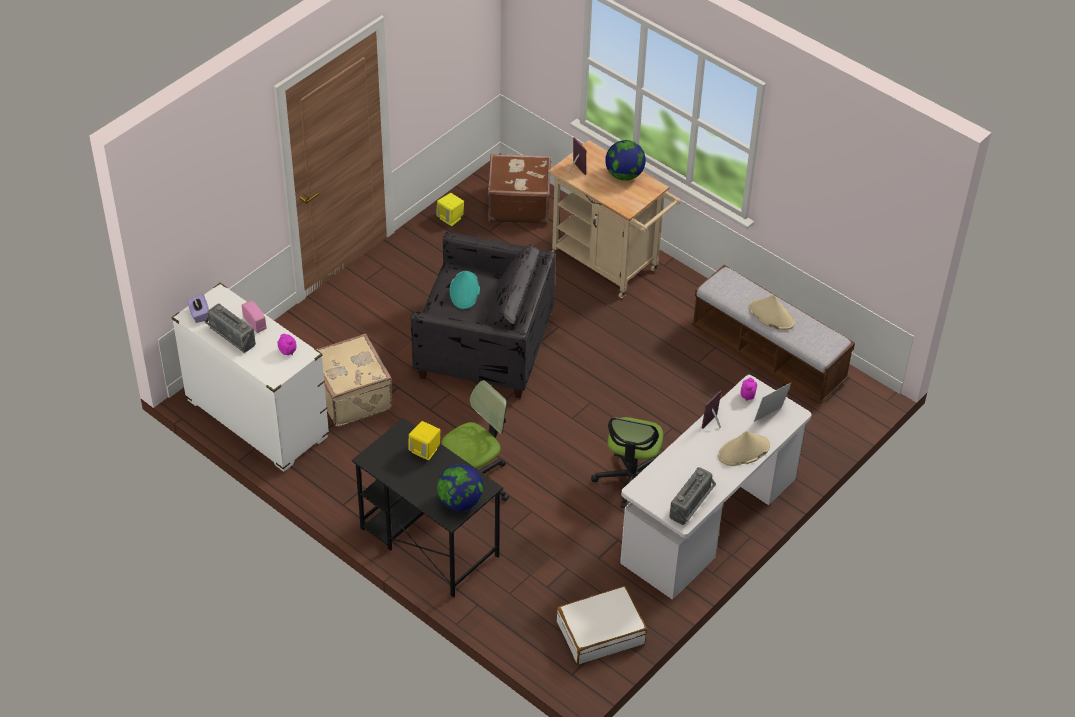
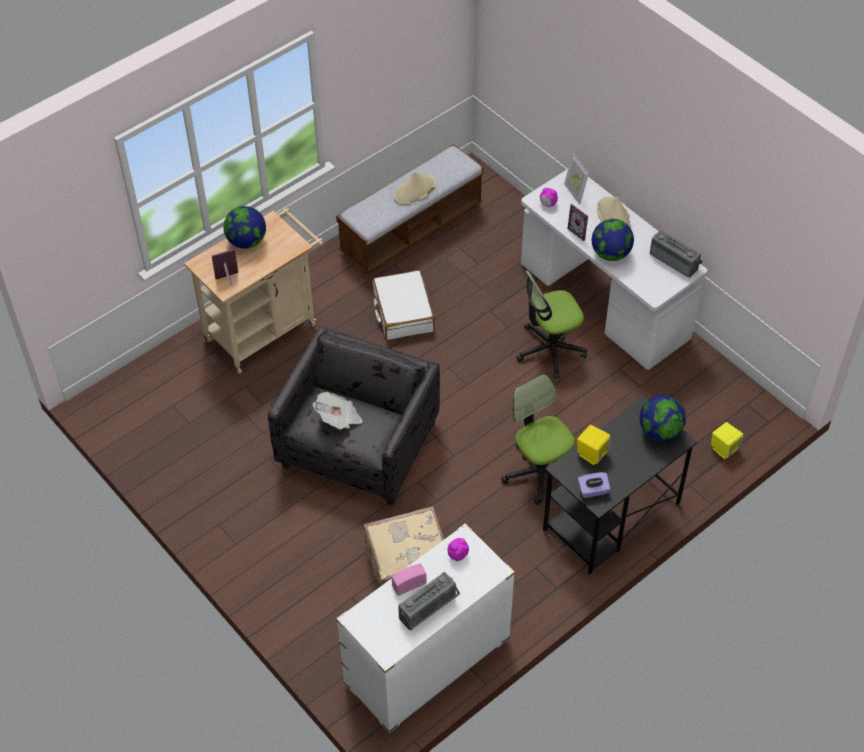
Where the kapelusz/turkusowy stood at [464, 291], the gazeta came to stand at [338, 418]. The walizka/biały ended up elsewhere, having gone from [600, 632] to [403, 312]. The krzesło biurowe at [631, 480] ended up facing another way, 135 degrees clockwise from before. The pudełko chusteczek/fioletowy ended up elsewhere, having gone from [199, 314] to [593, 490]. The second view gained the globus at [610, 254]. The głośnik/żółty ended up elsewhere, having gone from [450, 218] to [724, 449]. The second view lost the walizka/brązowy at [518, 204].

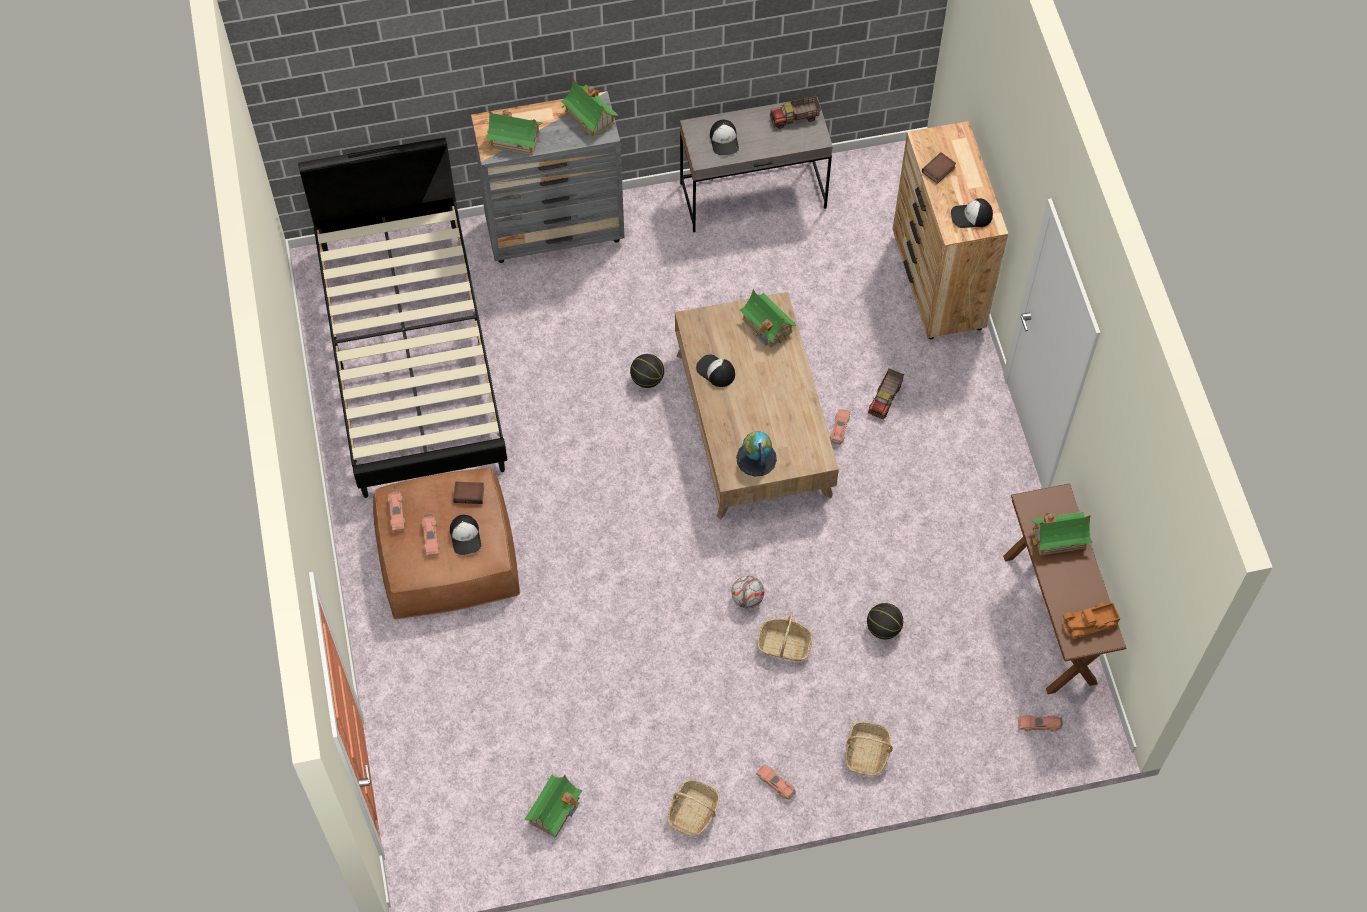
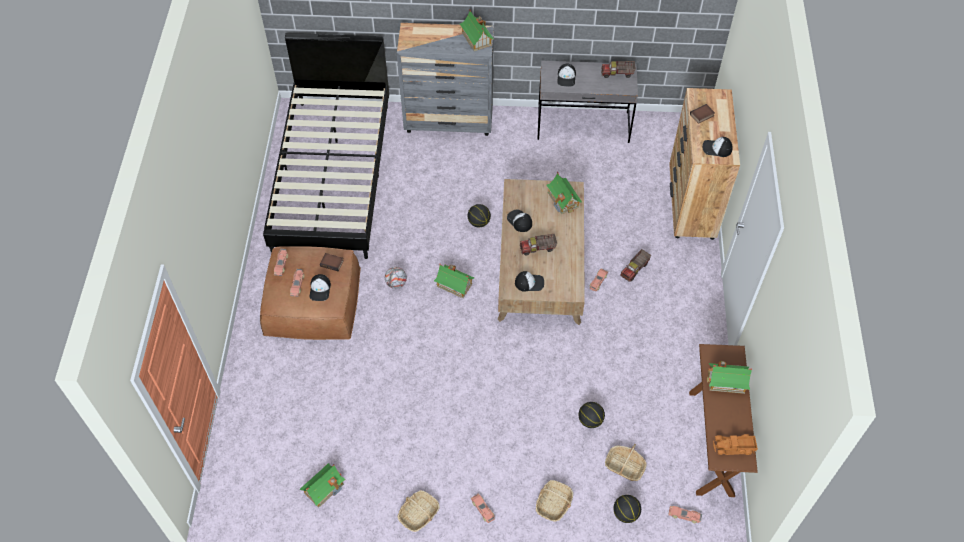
The piłka futbolowa ended up elsewhere, having gone from [747, 599] to [396, 283]. The domek ended up elsewhere, having gone from [514, 140] to [454, 284]. Where the globus stood at [756, 458], the czapka z daszkiem came to stand at [529, 282]. The second view gained the ciężarówka zabawkowa at [538, 248]. The koszyk ended up elsewhere, having gone from [784, 645] to [624, 466]. The second view gained the piłka do koszykówki at [625, 514].

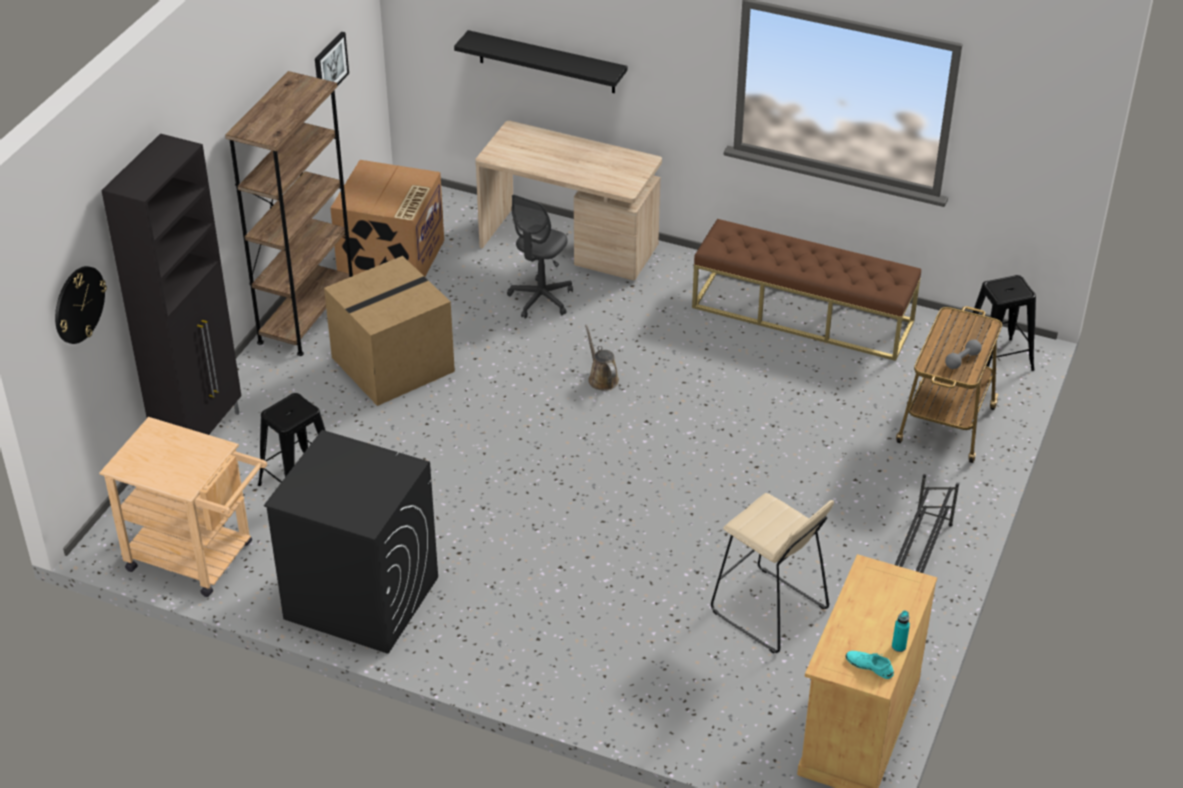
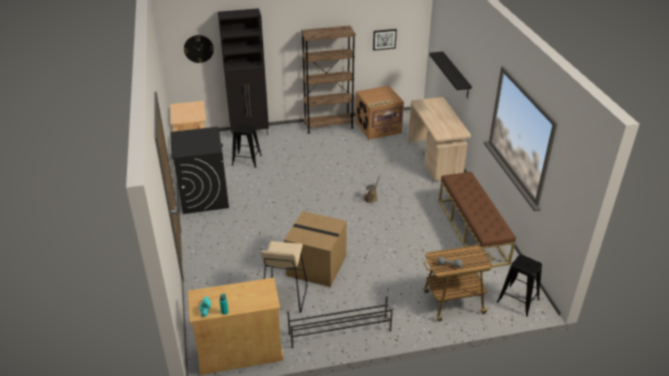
The karton ended up elsewhere, having gone from [393, 363] to [317, 265]. The second view lost the krzesło biurowe/szary at [541, 300].

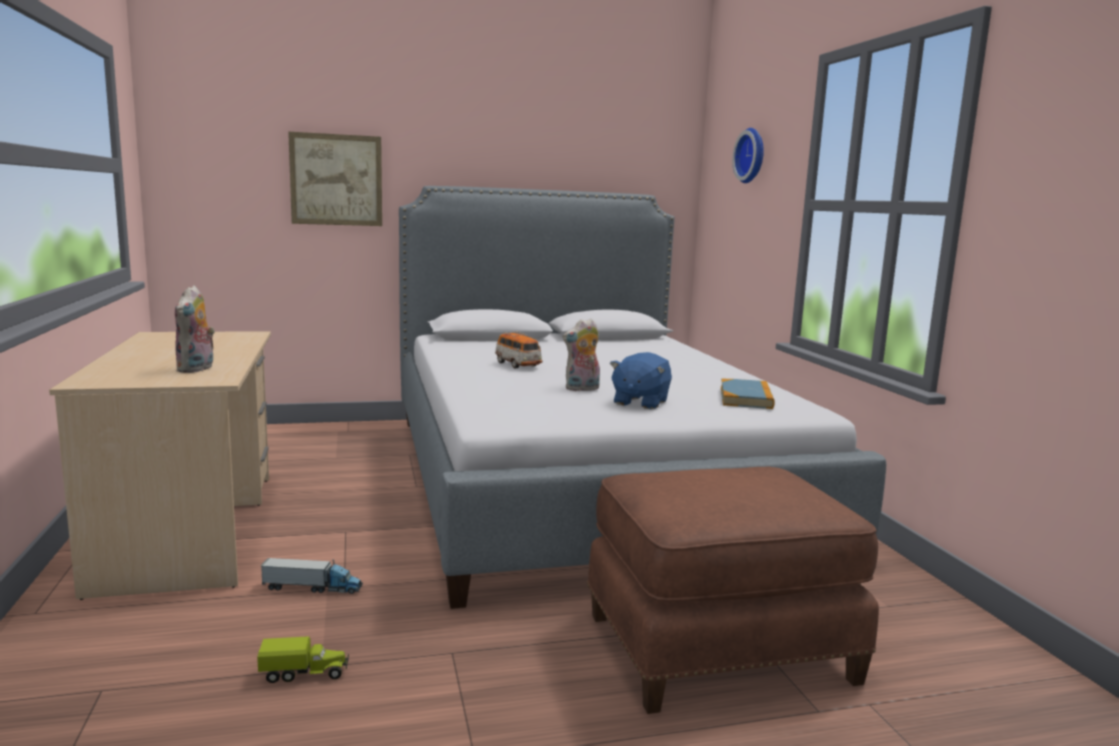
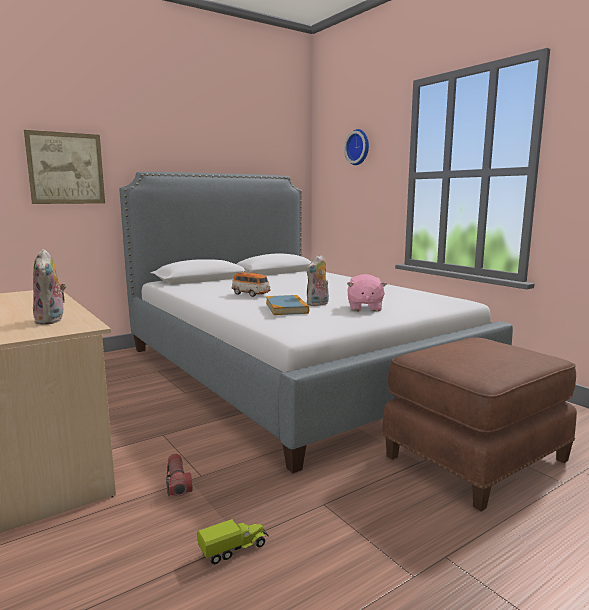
Where the ciężarówka zabawkowa stood at [312, 588], the latarka came to stand at [177, 482]. The książka ended up elsewhere, having gone from [746, 397] to [286, 308]. What was the pluszak/niebieski at [640, 402] turned into the pluszak/różowy at [364, 308].

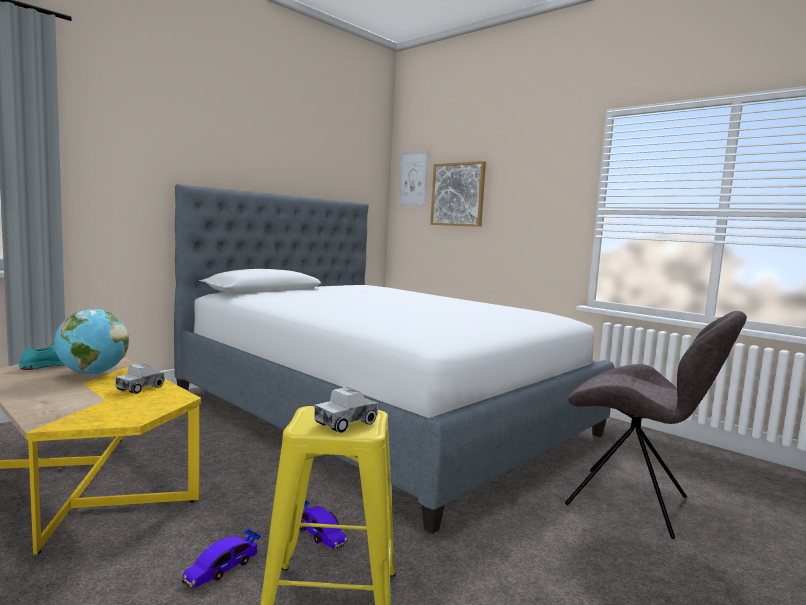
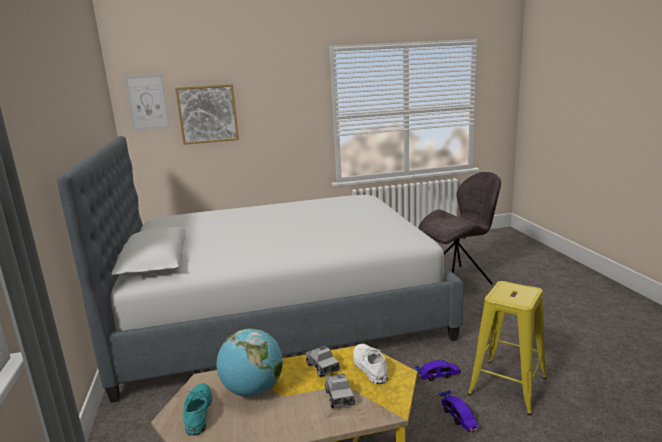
The ciężarówka zabawkowa ended up elsewhere, having gone from [346, 423] to [339, 397]. The second view gained the but/biały at [369, 366].

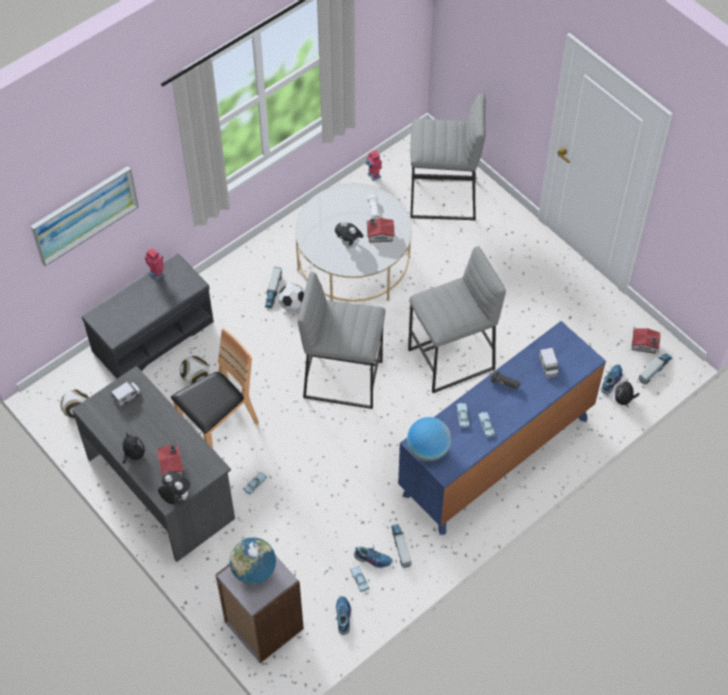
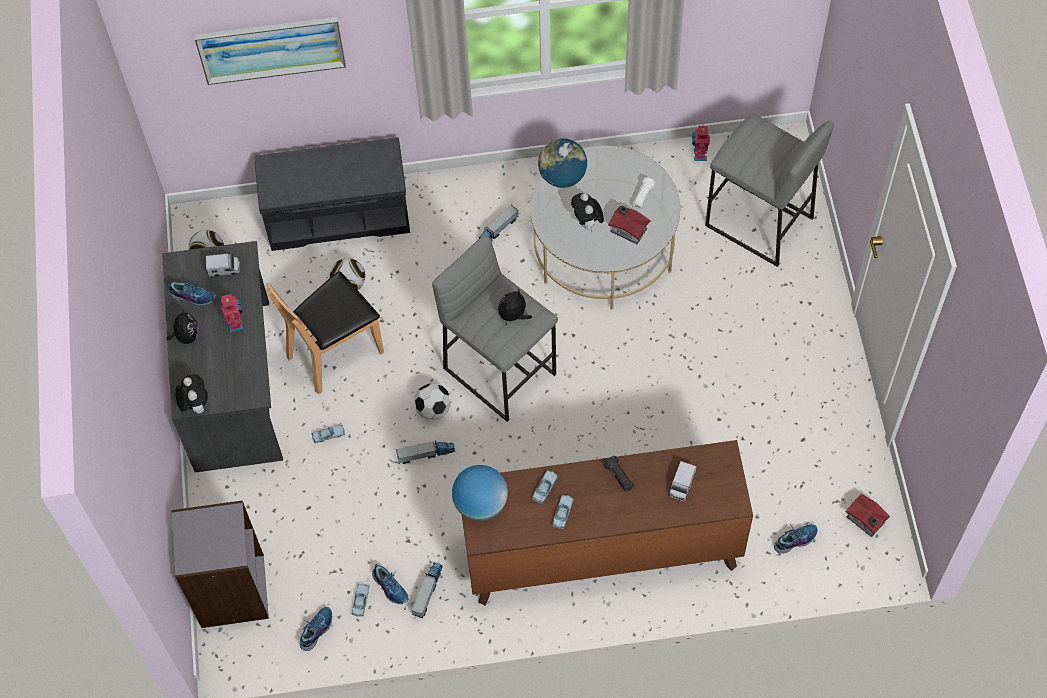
The second view gained the but at [193, 296]. The robot zabawkowy ended up elsewhere, having gone from [157, 273] to [236, 324]. The krzesło/brązowy at [219, 427] ended up facing another way, 150 degrees clockwise from before. The ciężarówka zabawkowa ended up elsewhere, having gone from [654, 370] to [426, 454]. The piłka futbolowa ended up elsewhere, having gone from [292, 305] to [433, 409]. What was the komoda/niebieski at [496, 457] turned into the komoda/brązowy at [601, 552]. The pluszak ended up elsewhere, having gone from [623, 400] to [513, 315]. The globus ended up elsewhere, having gone from [254, 570] to [562, 176]. The second view lost the domek at [172, 466]. The second view lost the stołek/szary at [451, 360].

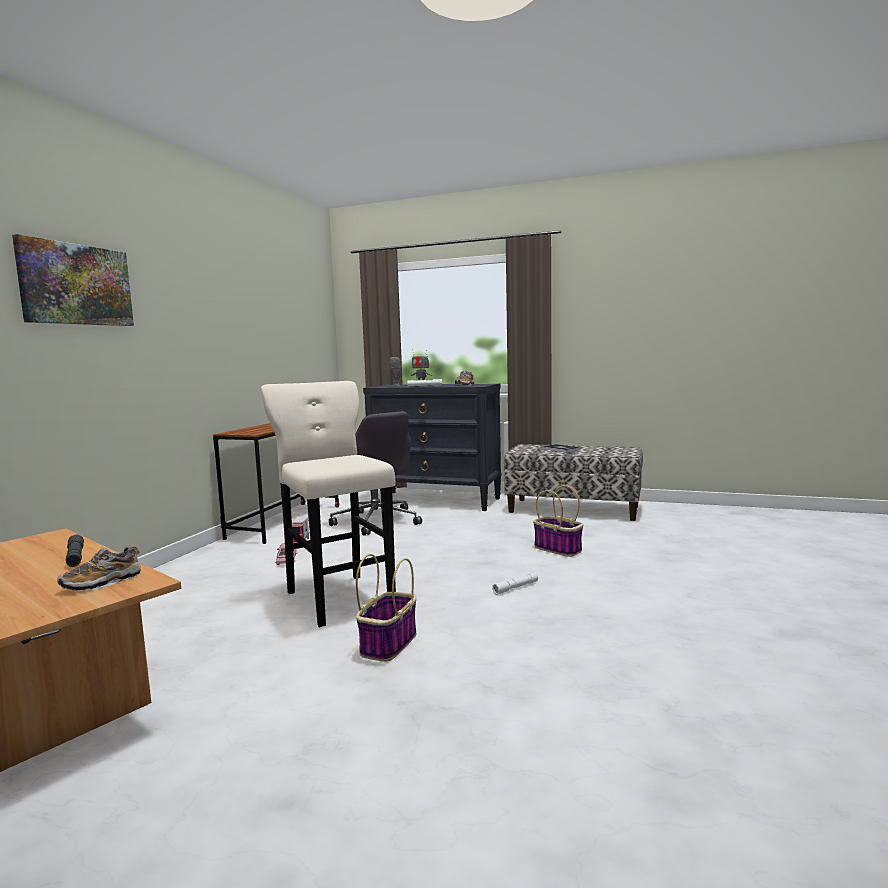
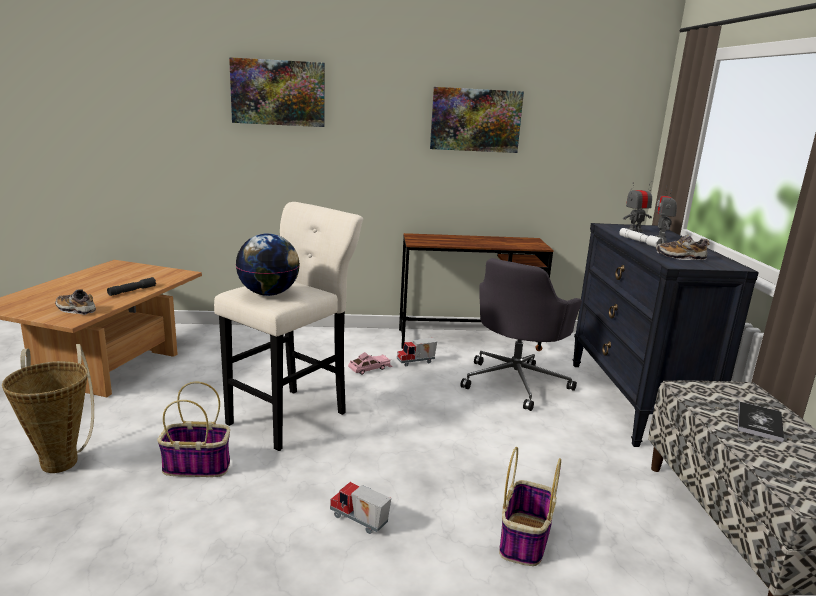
The second view gained the koszyk at [61, 459]. The second view gained the globus at [269, 294]. Where the latarka/biały stood at [515, 588], the ciężarówka zabawkowa came to stand at [358, 521]. The second view gained the obraz at [475, 120].

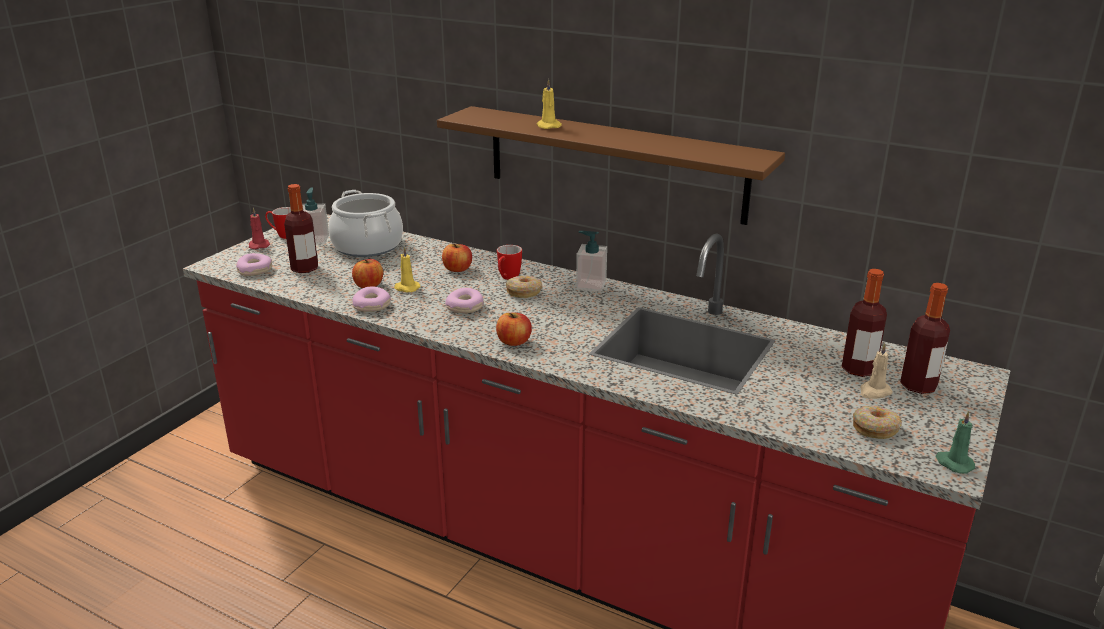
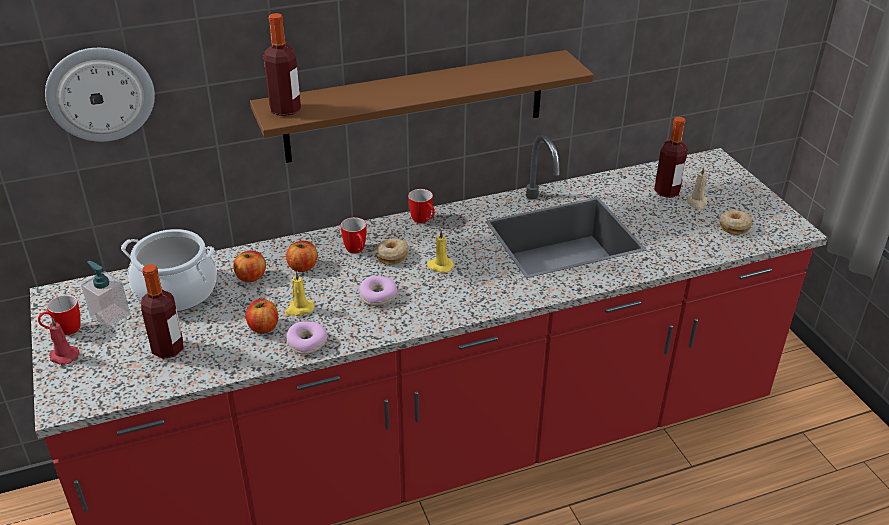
The second view gained the zegar ścienny at [100, 94]. The jabłko ended up elsewhere, having gone from [514, 342] to [251, 277]. The butelka ended up elsewhere, having gone from [918, 386] to [285, 109]. Where the dozownik mydła stood at [591, 285], the kubek came to stand at [423, 221]. The świeca/żółty ended up elsewhere, having gone from [548, 126] to [439, 266]. The second view lost the donut at [255, 270]. The second view lost the świeca/zielony at [953, 463].

